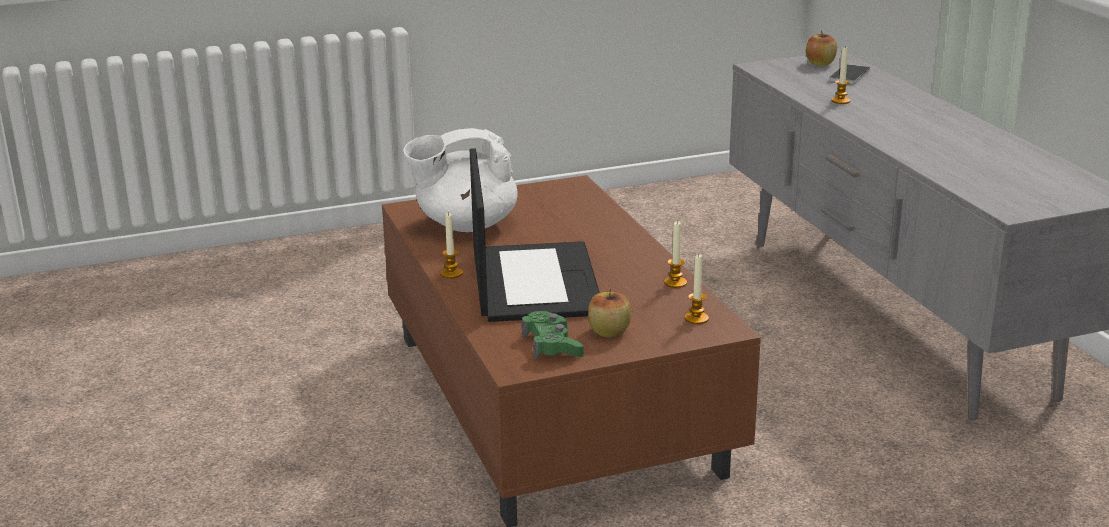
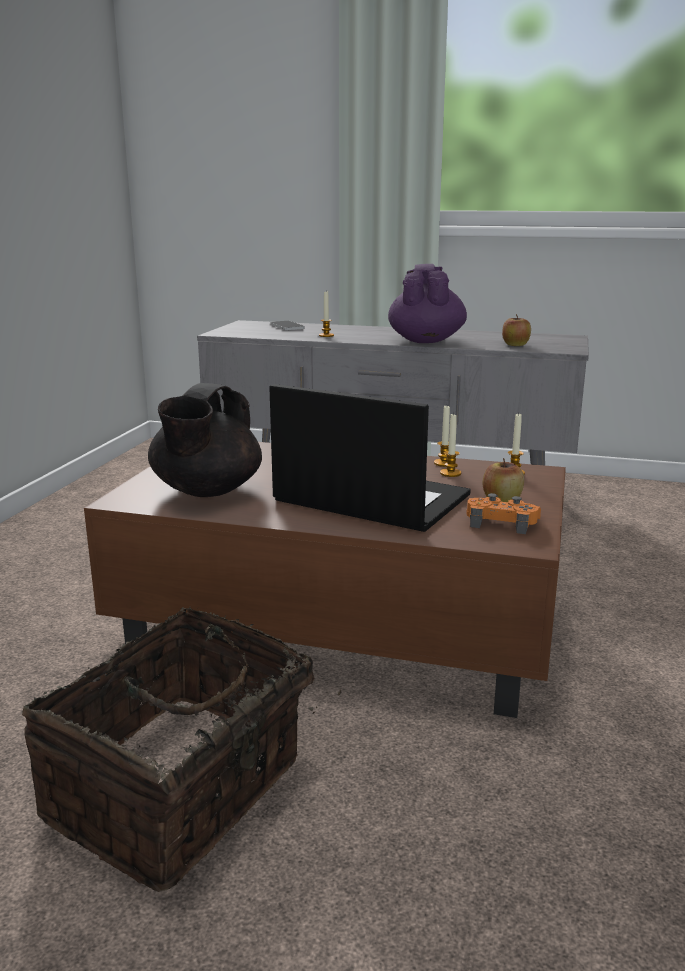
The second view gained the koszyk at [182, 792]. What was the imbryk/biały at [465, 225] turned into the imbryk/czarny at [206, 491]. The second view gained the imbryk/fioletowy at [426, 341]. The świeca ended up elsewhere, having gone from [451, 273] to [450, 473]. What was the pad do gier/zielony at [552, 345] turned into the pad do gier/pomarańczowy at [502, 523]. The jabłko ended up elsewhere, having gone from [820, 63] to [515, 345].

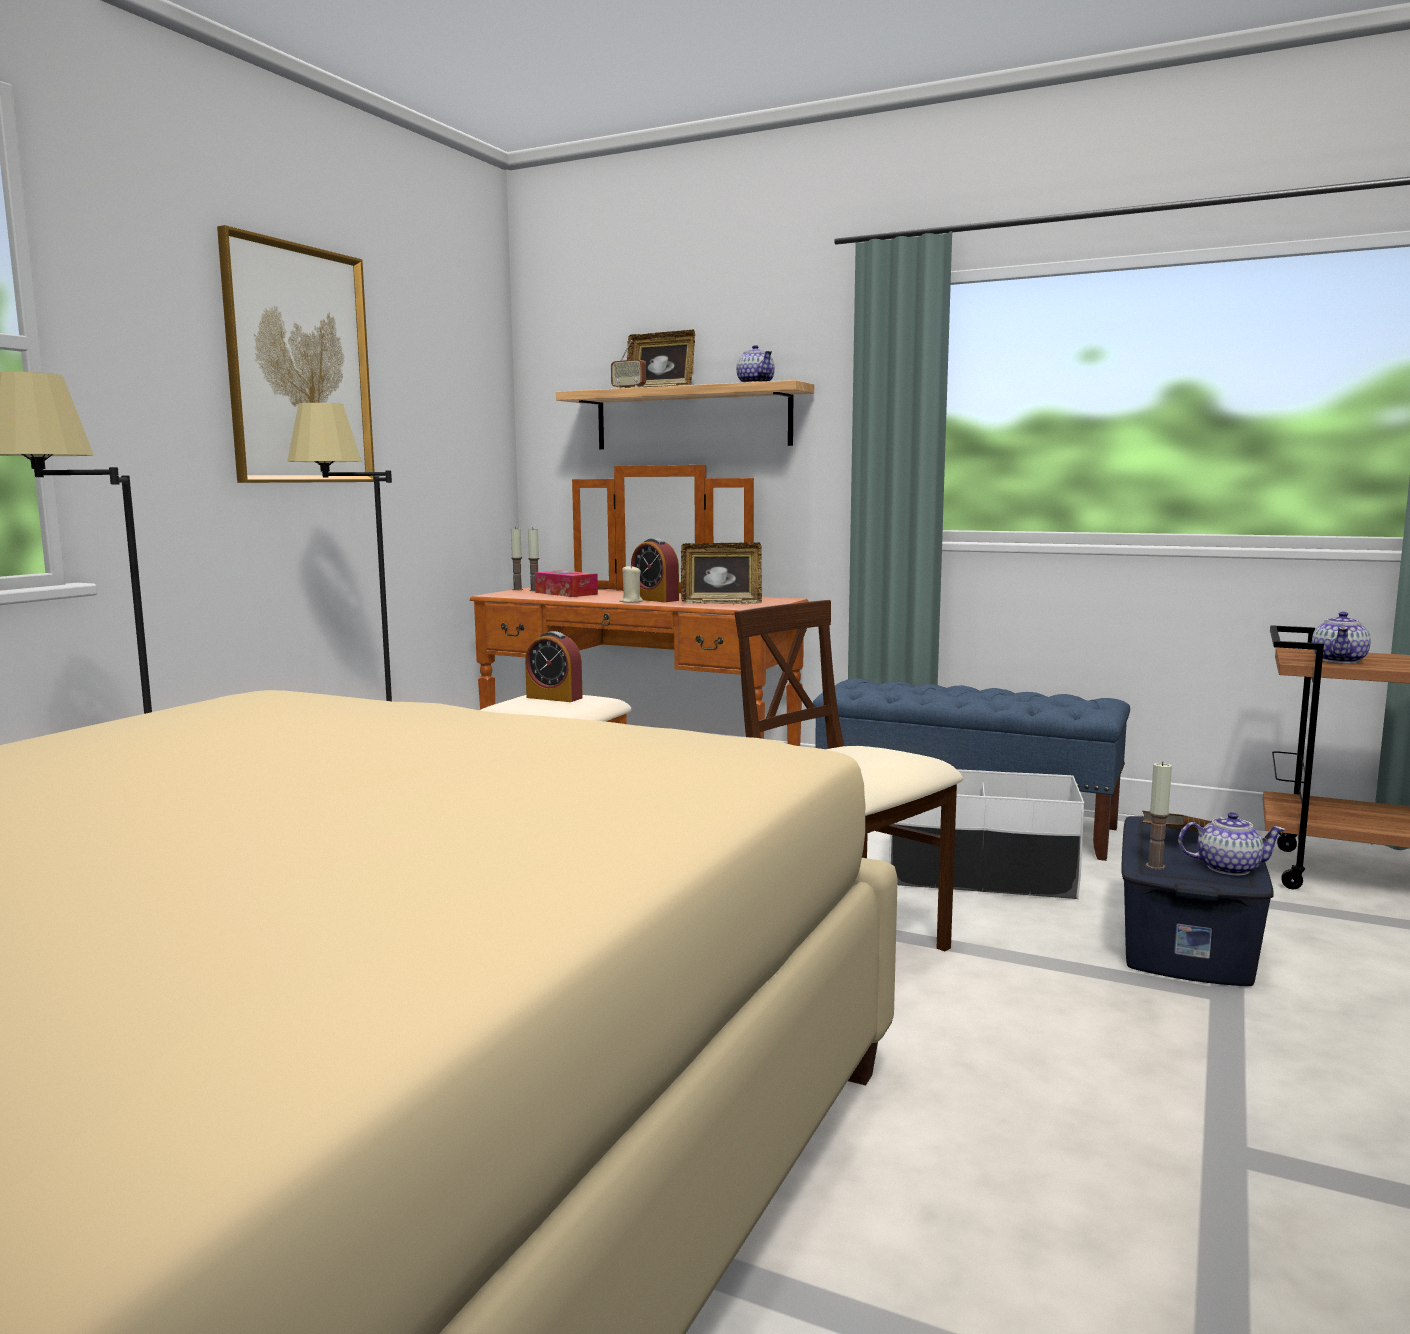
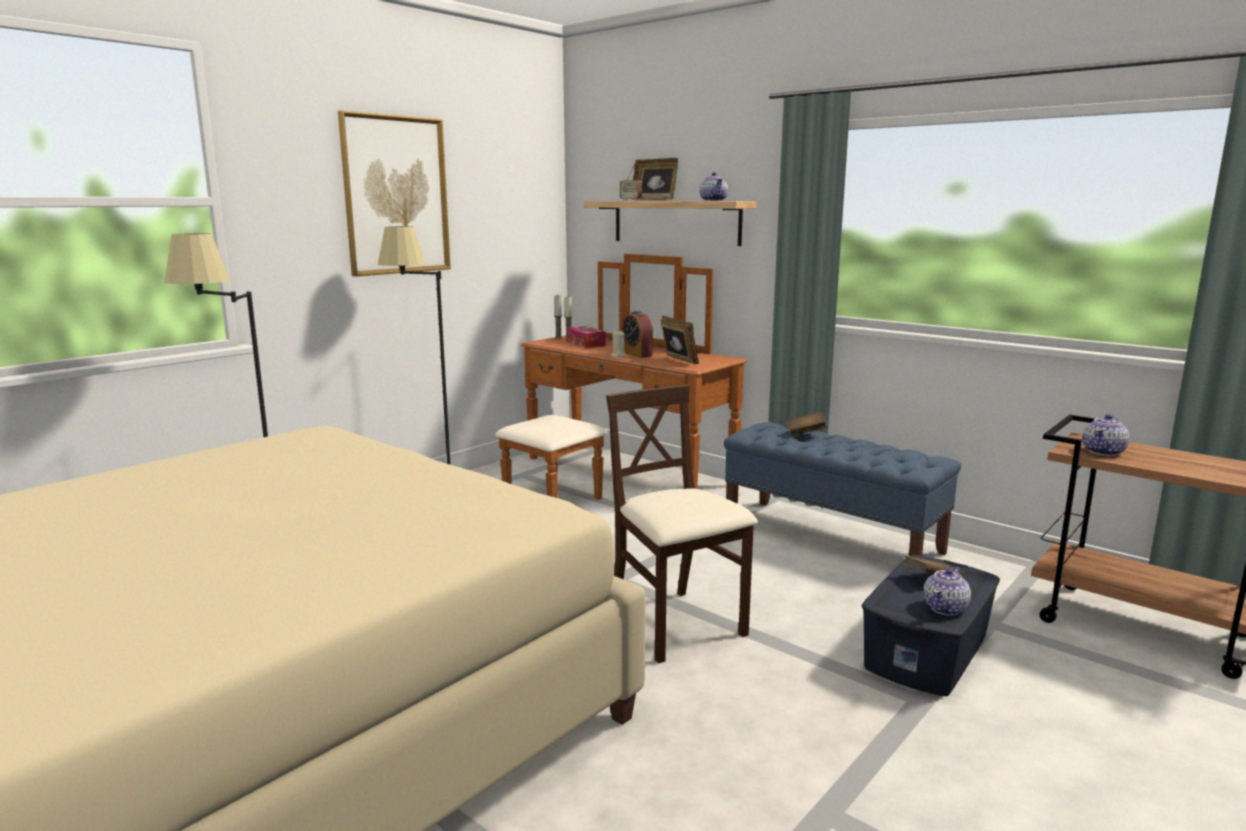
The ramka na zdjęcie at [721, 603] ended up facing another way, 135 degrees counterclockwise from before. The second view gained the książka/brązowy at [805, 433]. The imbryk at [1227, 868] ended up facing another way, 105 degrees clockwise from before. The second view lost the budzik at [554, 697]. The second view lost the pojemnik do przechowywania/biały at [981, 876]. The second view lost the świeca at [1155, 866].

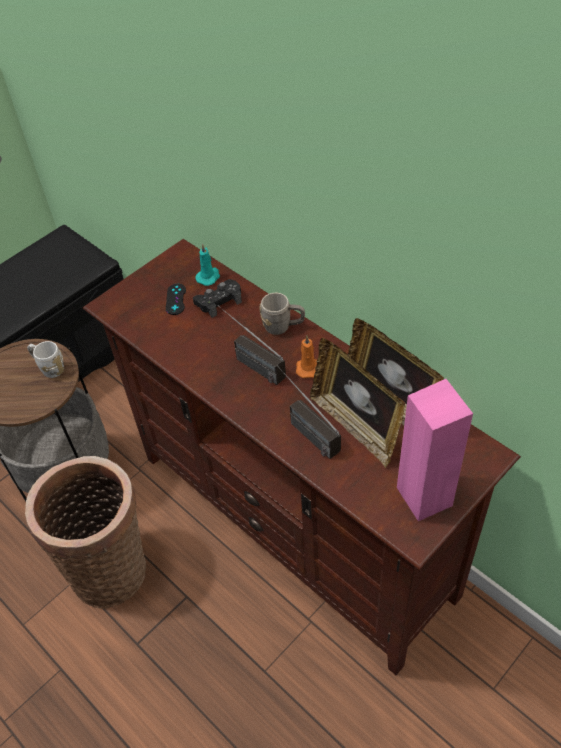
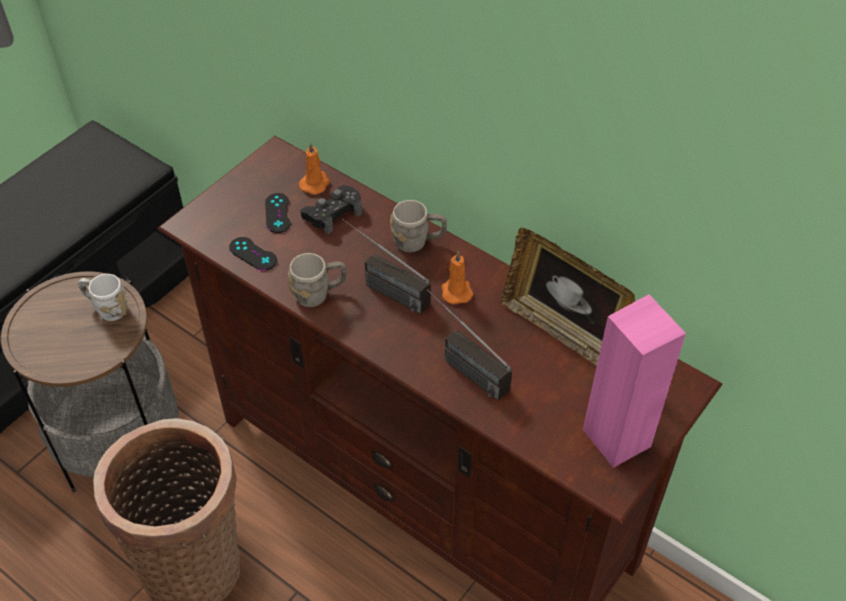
The second view gained the pad do gier/czarny at [253, 254]. The second view gained the kubek/szary at [319, 294]. What was the świeca/turkusowy at [208, 277] turned into the świeca/pomarańczowy at [315, 183]. The second view lost the ramka na zdjęcie at [356, 425].

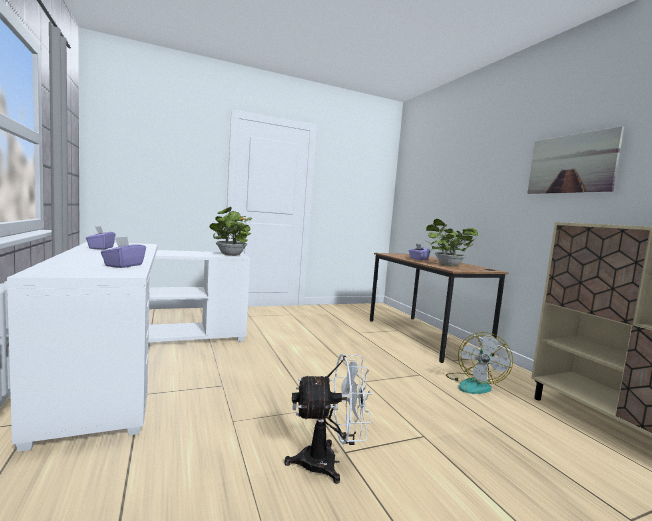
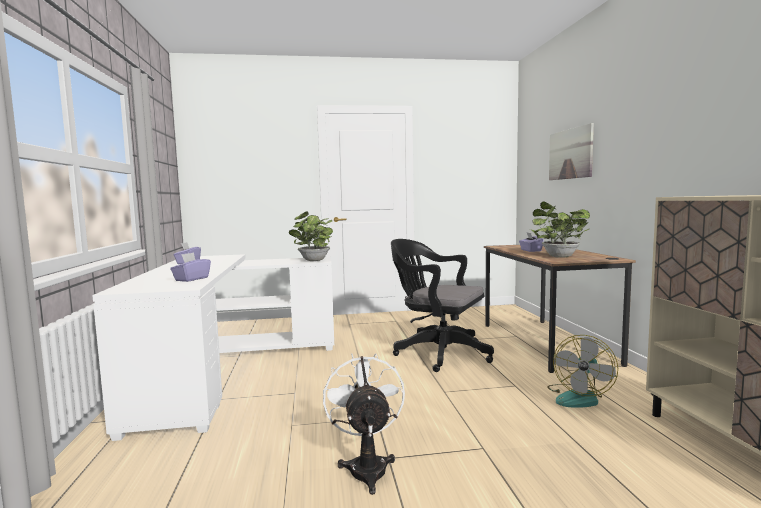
The wentylator/biały at [328, 462] ended up facing another way, 105 degrees counterclockwise from before. The second view gained the krzesło biurowe/czarny at [438, 353]. The obraz ended up elsewhere, having gone from [571, 164] to [570, 154].

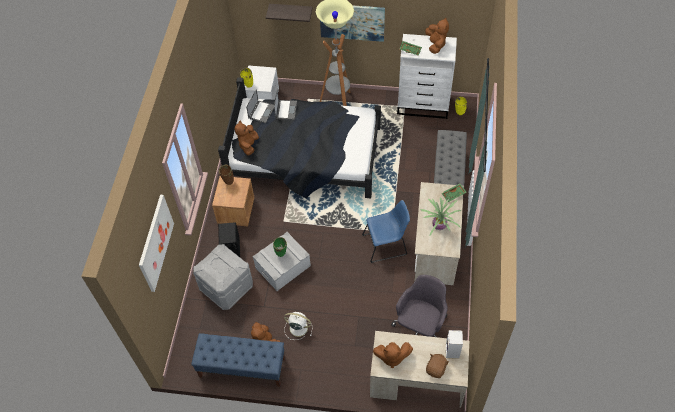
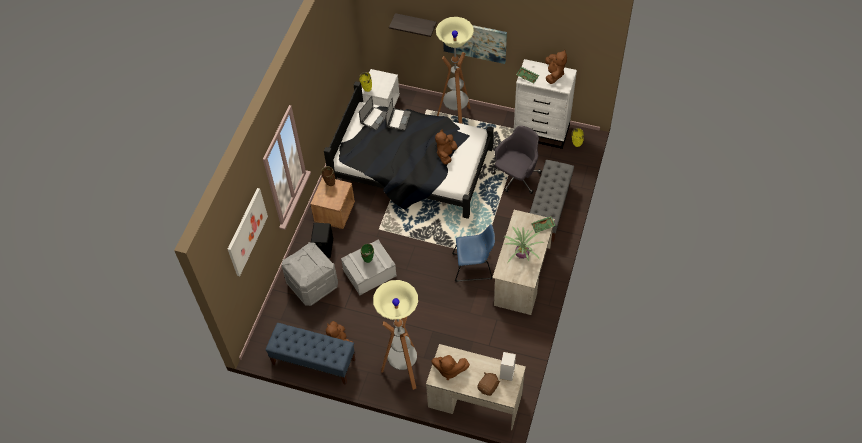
The second view gained the lampa stojąca at [403, 370]. The pluszak/brązowy ended up elsewhere, having gone from [248, 145] to [446, 154]. The krzesło biurowe/szary ended up elsewhere, having gone from [420, 326] to [516, 178]. The second view lost the wentylator/biały at [297, 328].

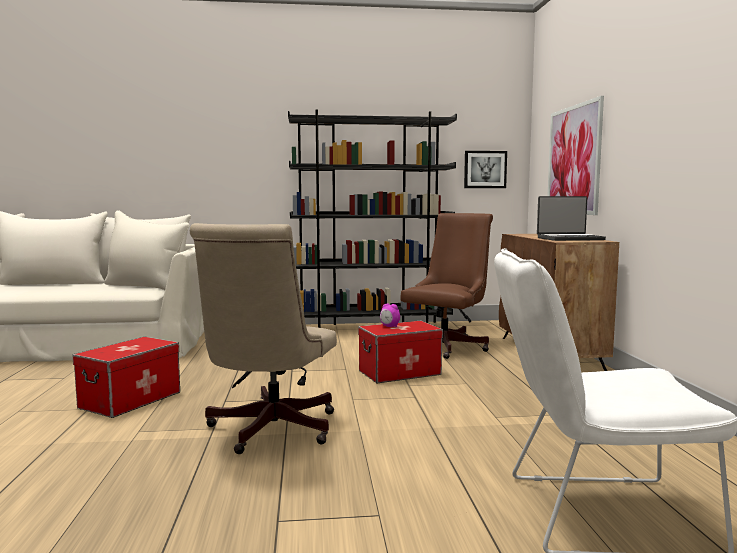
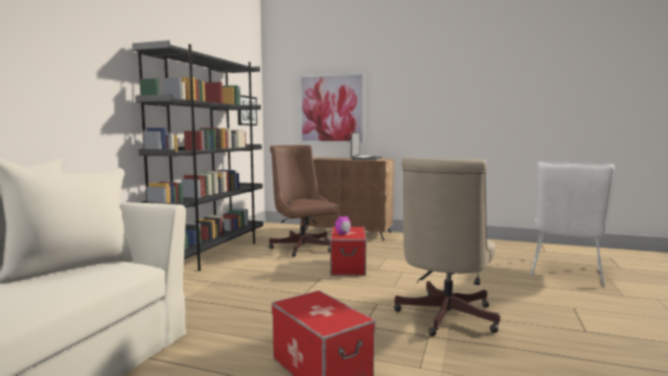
The krzesło biurowe/beżowy at [268, 431] ended up facing another way, 75 degrees clockwise from before.

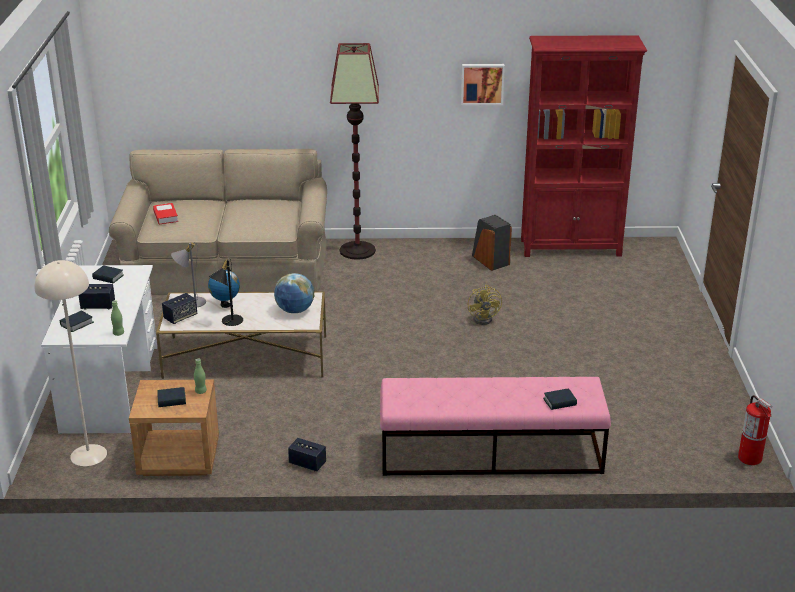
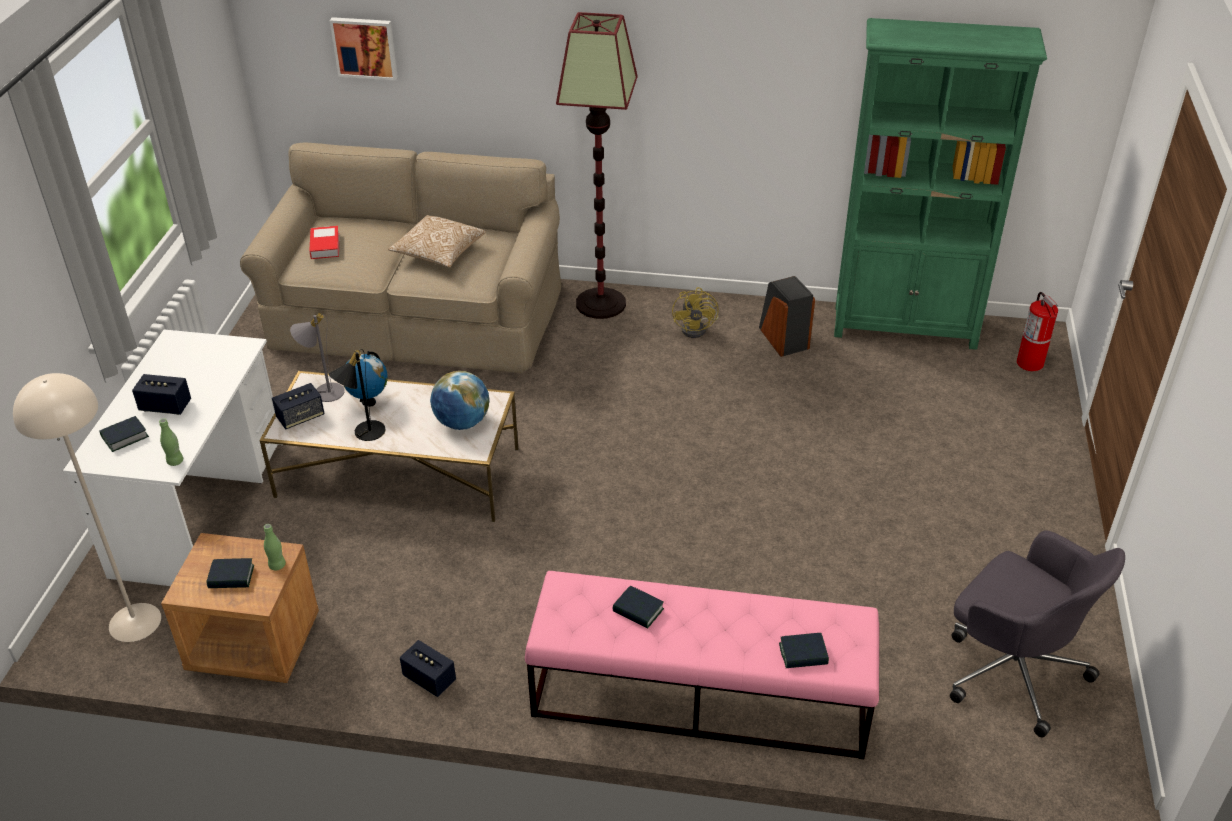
The obraz ended up elsewhere, having gone from [482, 83] to [365, 47]. The second view gained the poduszka at [438, 253]. The książka ended up elsewhere, having gone from [108, 277] to [638, 611]. The wentylator/żółty ended up elsewhere, having gone from [485, 318] to [698, 328]. What was the regał/czerwony at [571, 247] turned into the regał/zielony at [905, 327]. The second view gained the krzesło biurowe/szary at [1011, 669]. The gaśnica ended up elsewhere, having gone from [750, 458] to [1030, 363].

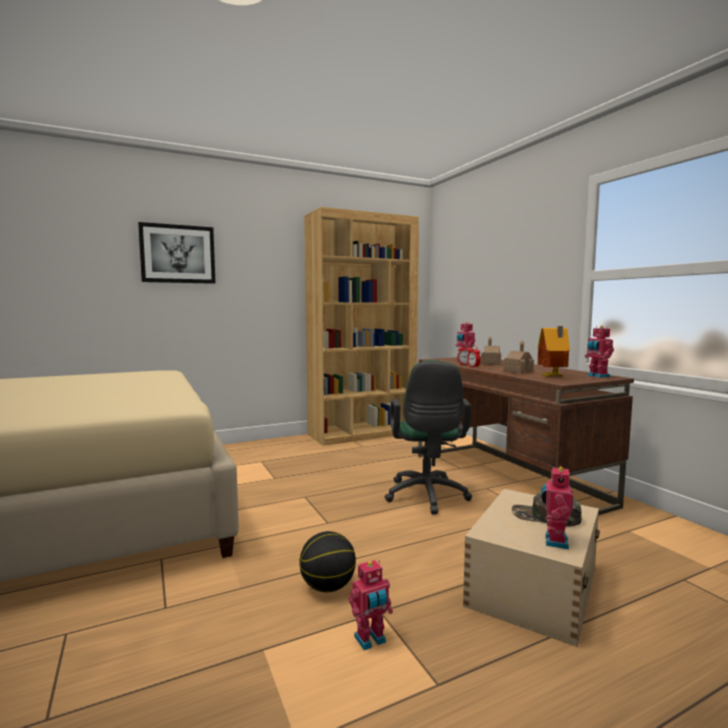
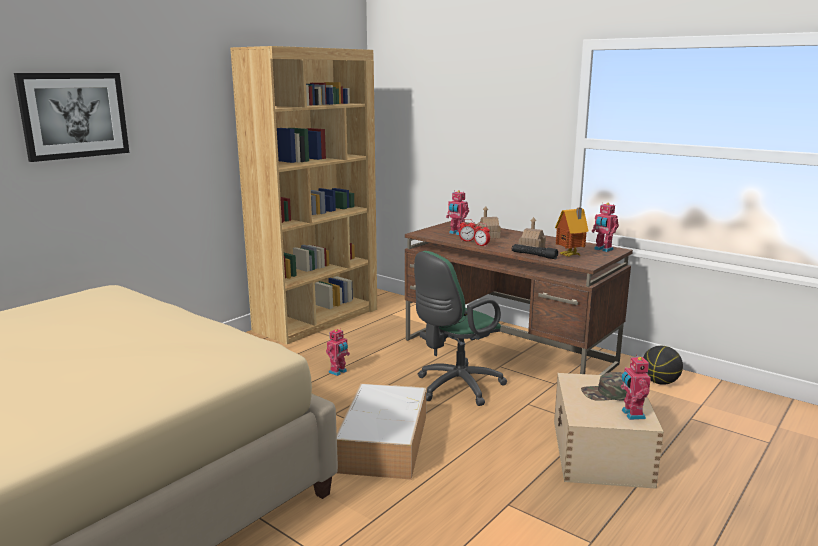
The robot zabawkowy ended up elsewhere, having gone from [371, 640] to [338, 372]. The second view gained the pojemnik do przechowywania at [383, 442]. The krzesło biurowe/zielony at [427, 497] ended up facing another way, 75 degrees clockwise from before. The second view gained the latarka/czarny at [534, 255]. The piłka do koszykówki ended up elsewhere, having gone from [327, 587] to [659, 382].

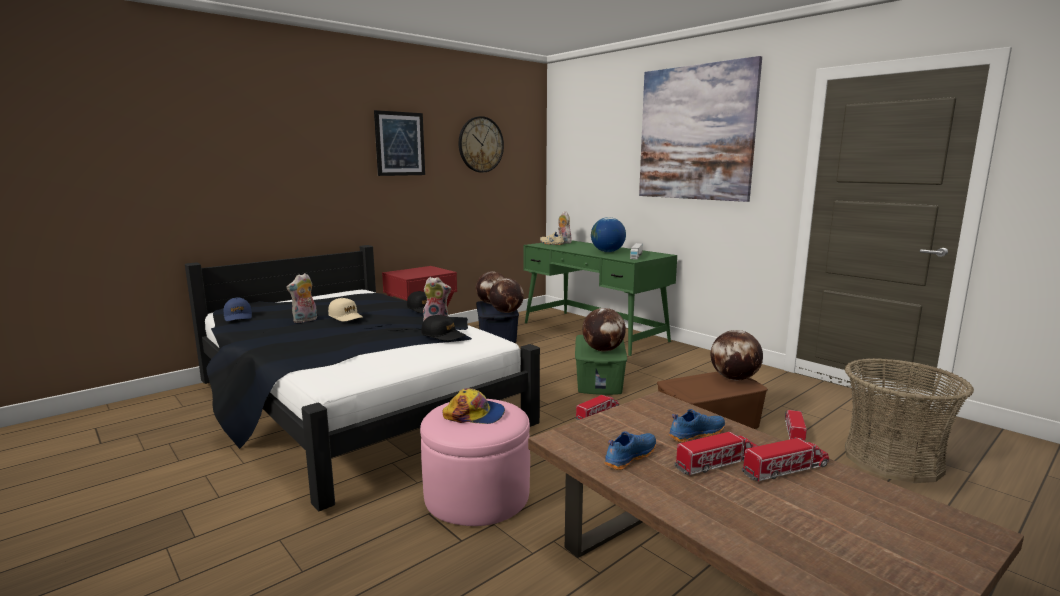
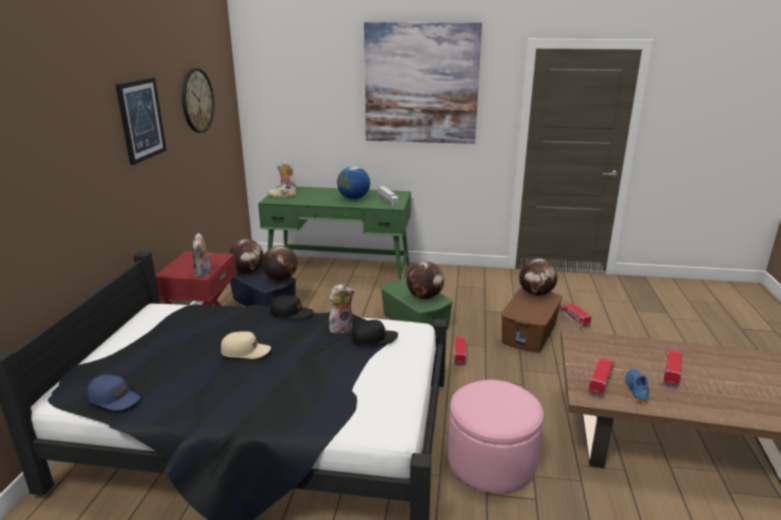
The pluszak ended up elsewhere, having gone from [305, 320] to [203, 273]. The ciężarówka zabawkowa ended up elsewhere, having gone from [786, 469] to [601, 380]. The second view lost the czapka z daszkiem at [475, 415]. The second view lost the but/niebieski at [695, 434]. The second view lost the koszyk at [892, 460].

